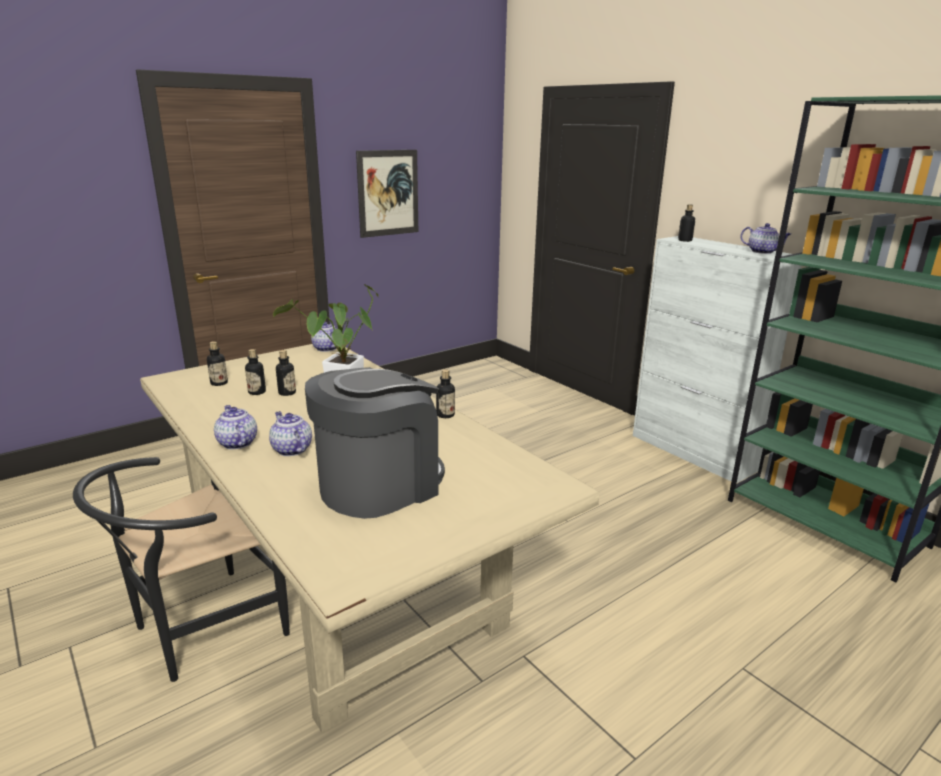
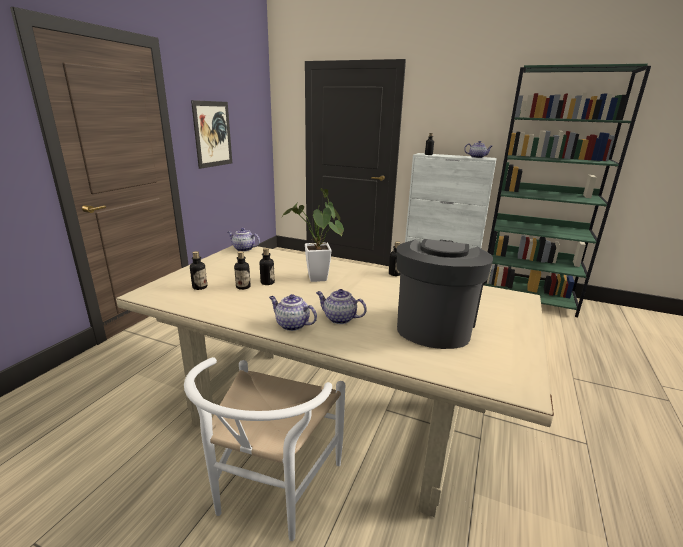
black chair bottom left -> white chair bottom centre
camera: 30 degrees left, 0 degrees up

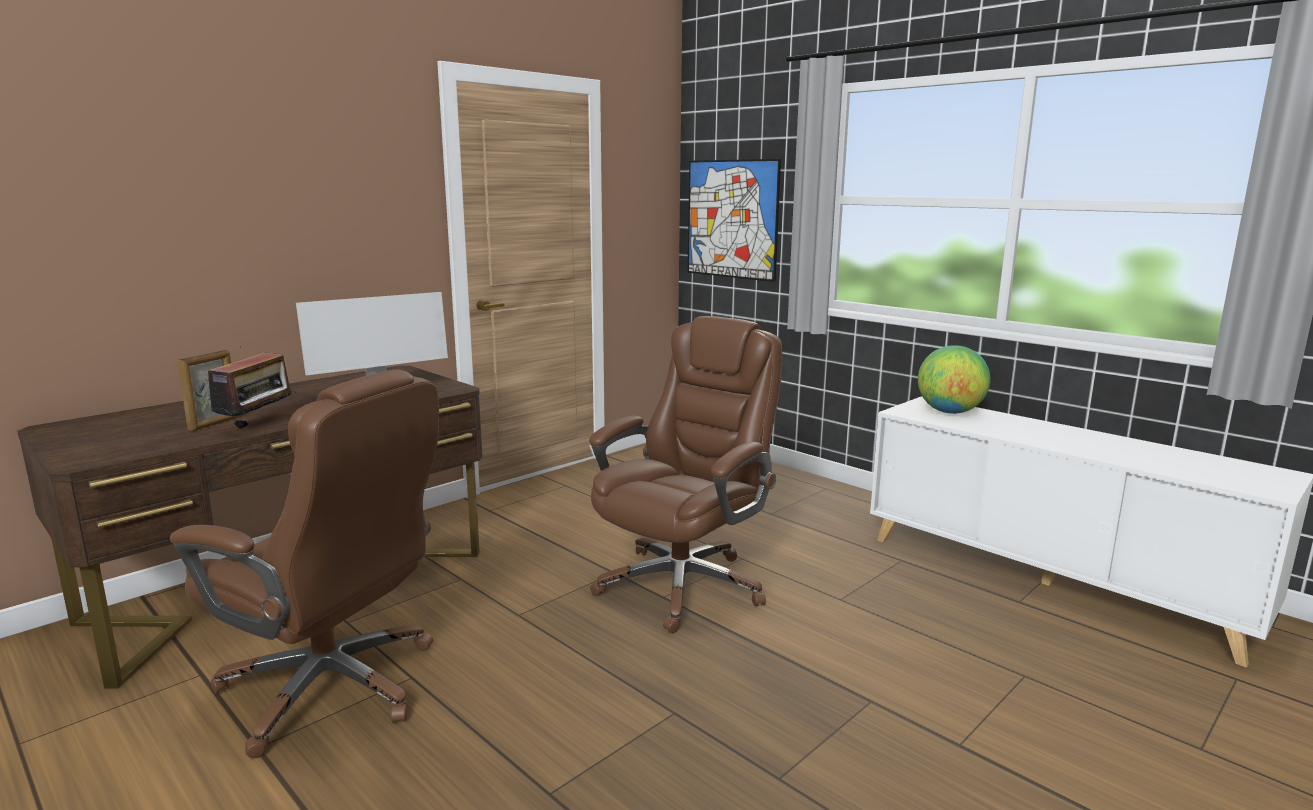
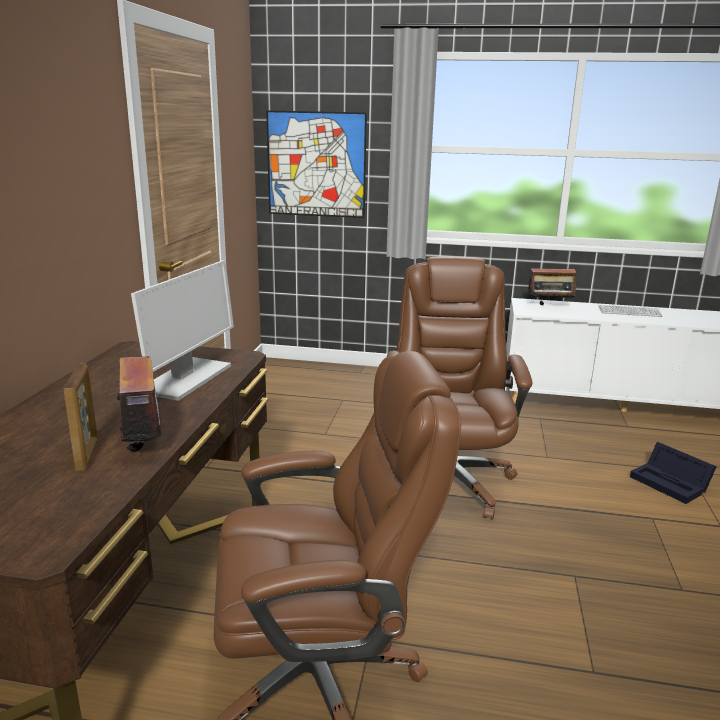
none -> keyboard middle right
none -> black storage box middle right
globe middle right -> radio (no. 2 from left) middle right
camera: 35 degrees left, 5 degrees up

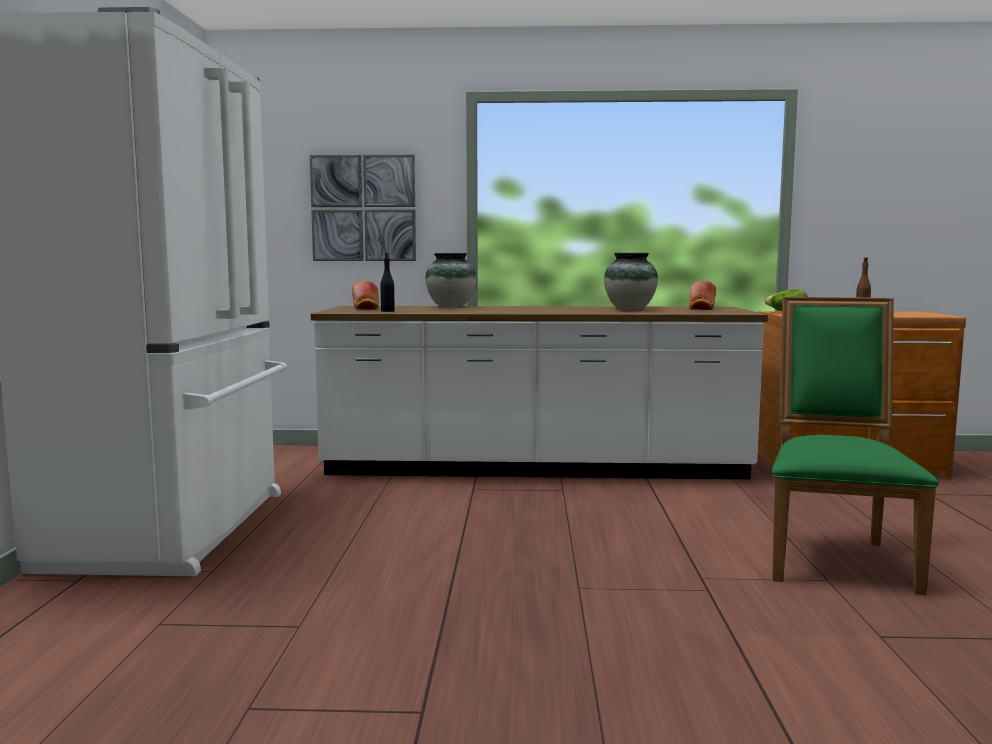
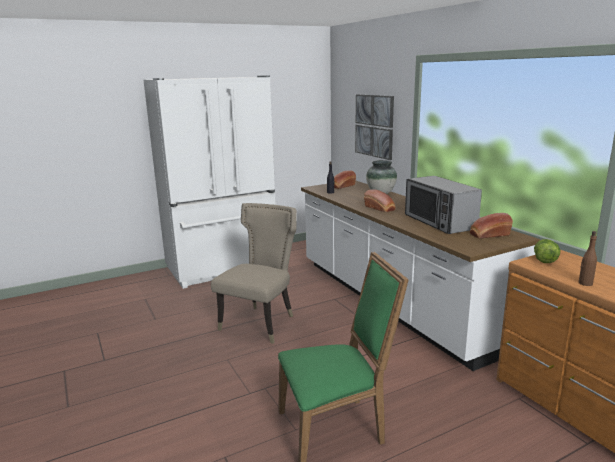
none -> beige chair centre
none -> bread (no. 2 from left) centre
vase (no. 2 from left) centre -> microwave middle right
camera: 60 degrees right, 10 degrees up

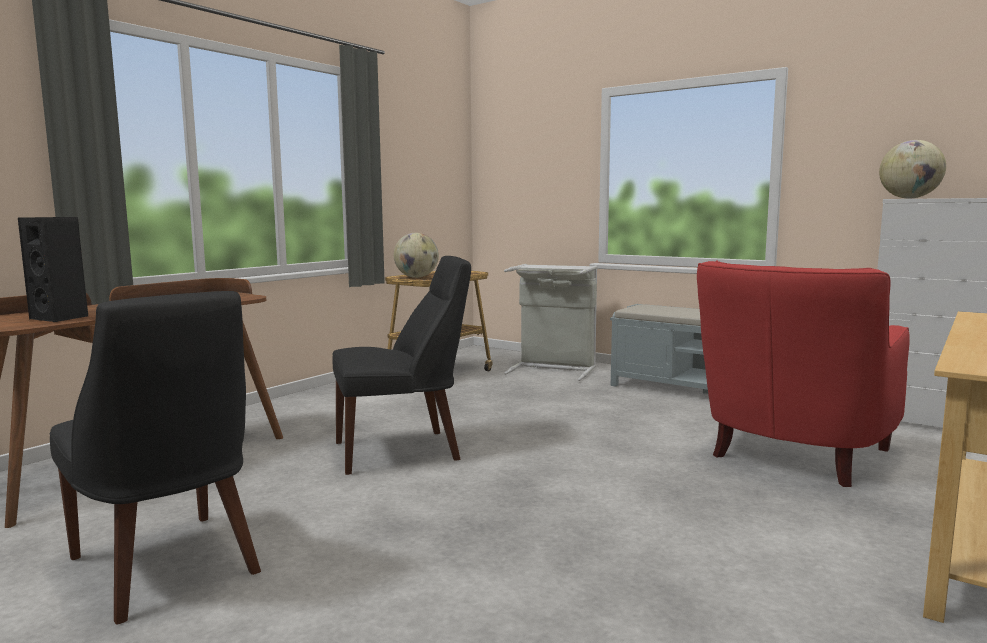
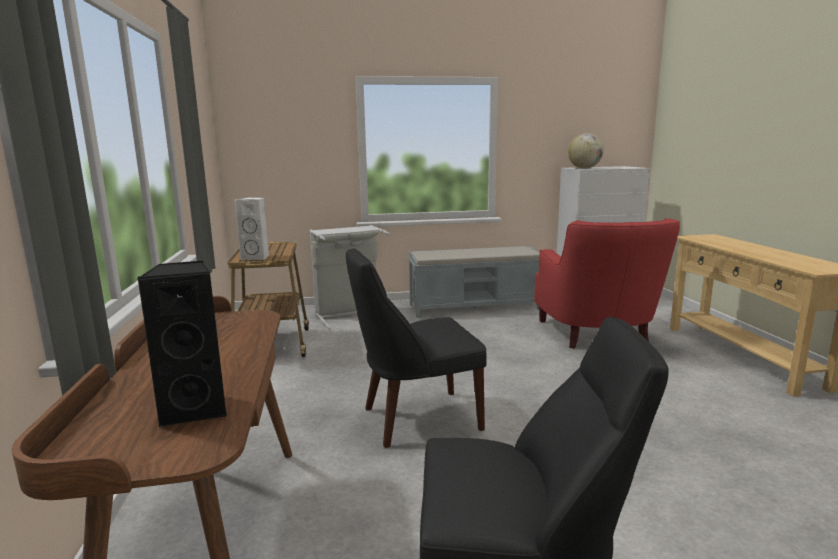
globe (no. 1 from left) centre -> white speaker middle left
black chair (no. 2 from left in the first image) centre -> black chair (no. 1 from left) centre, 135 degrees counterclockwise
camera: 45 degrees left, 5 degrees up

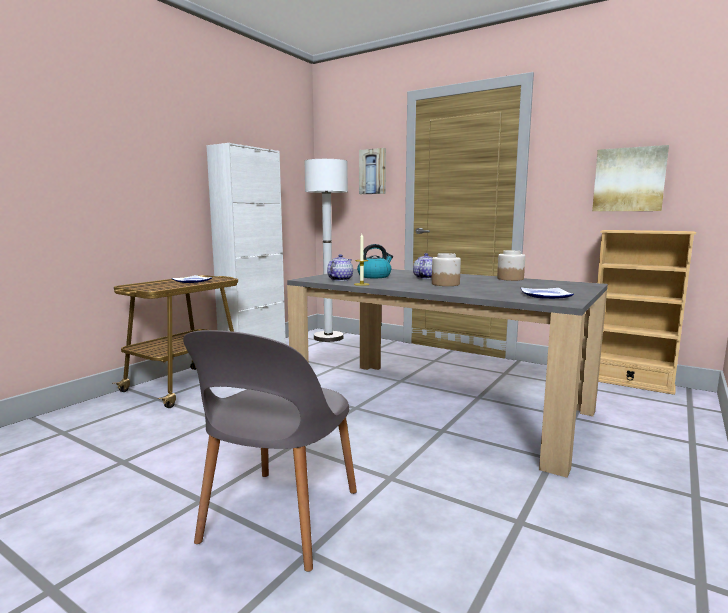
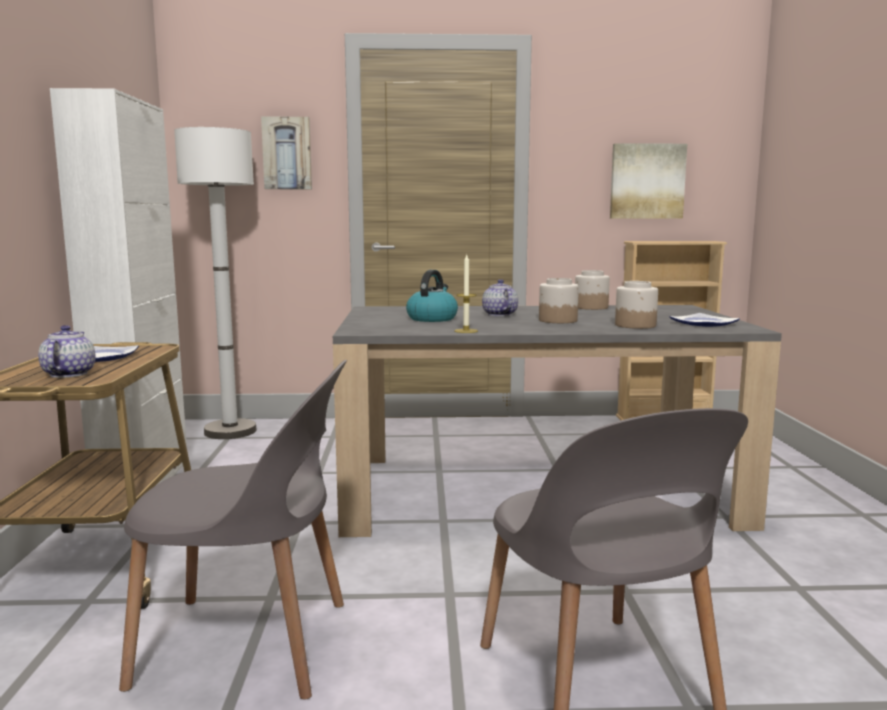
none -> grey chair (no. 1 from left) bottom left
none -> jar (no. 3 from left) middle right
teapot (no. 1 from left) centre -> teapot (no. 1 from left) middle left, shifted
camera: 35 degrees left, 0 degrees up

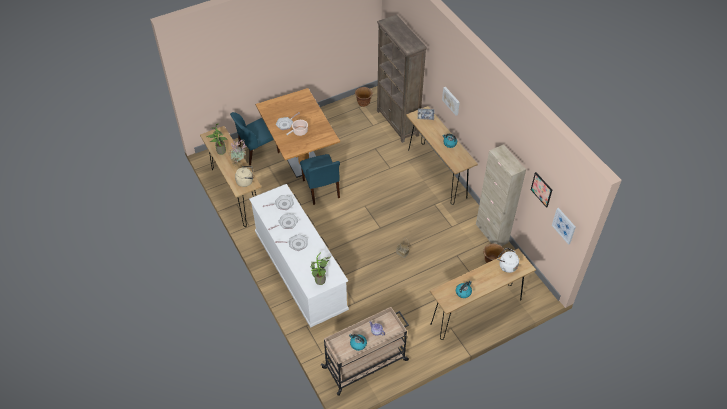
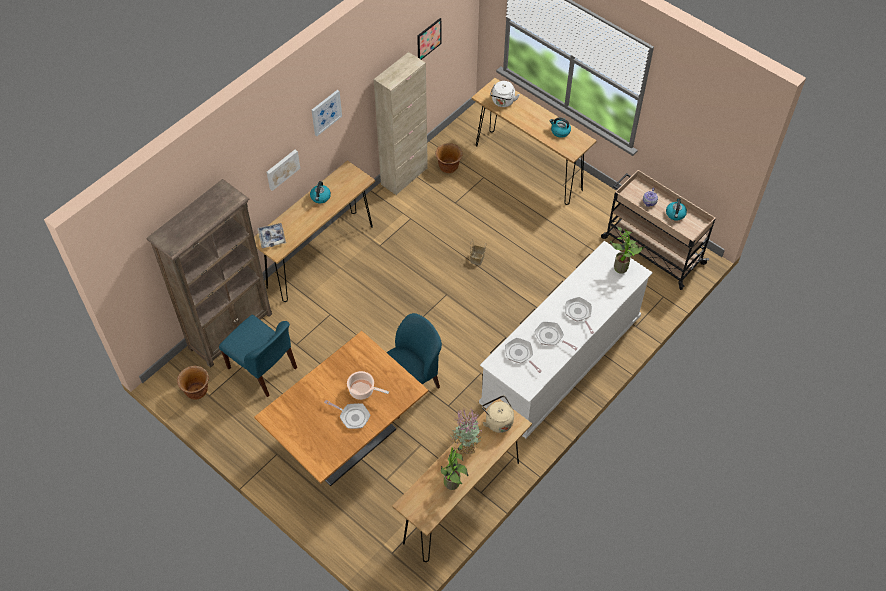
blue chair (no. 1 from left) centre -> blue chair (no. 1 from left) middle left, shifted
picture (no. 3 from left in the first image) middle right -> picture (no. 2 from left) top centre, shifted
camera: 110 degrees left, 5 degrees up

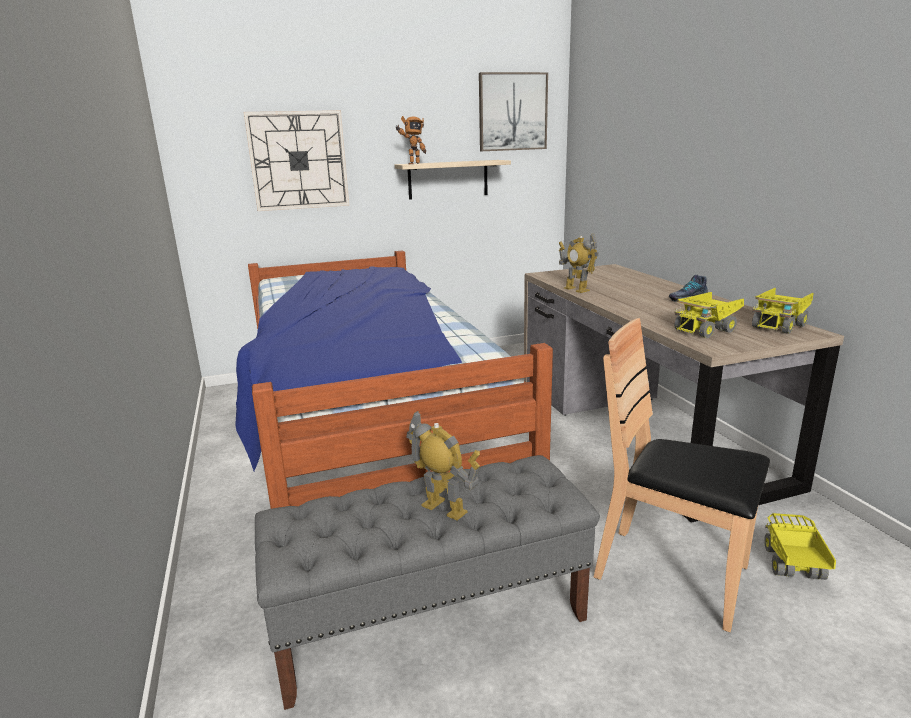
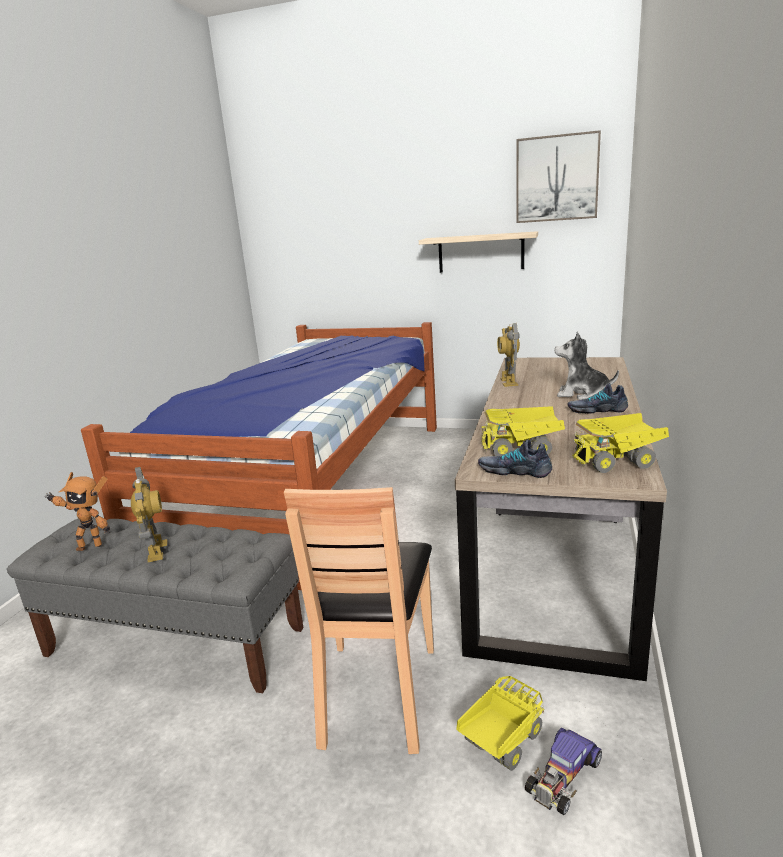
wall clock top left -> none
none -> shoe (no. 1 from left) centre
none -> toy car bottom right
none -> plush toy middle right
toy robot (no. 1 from left) top centre -> toy robot (no. 1 from left) middle left, shifted
brown chair middle right -> brown chair bottom centre, 150 degrees counterclockwise
camera: 35 degrees right, 0 degrees up

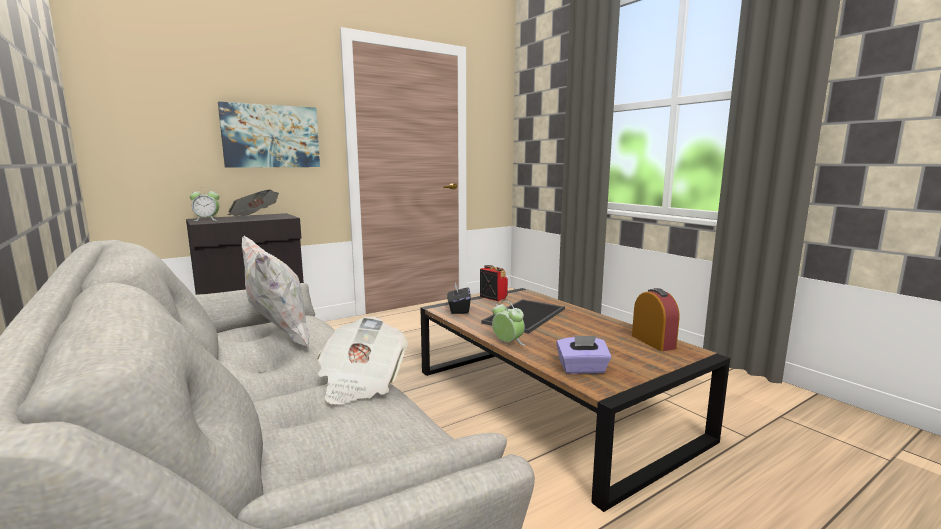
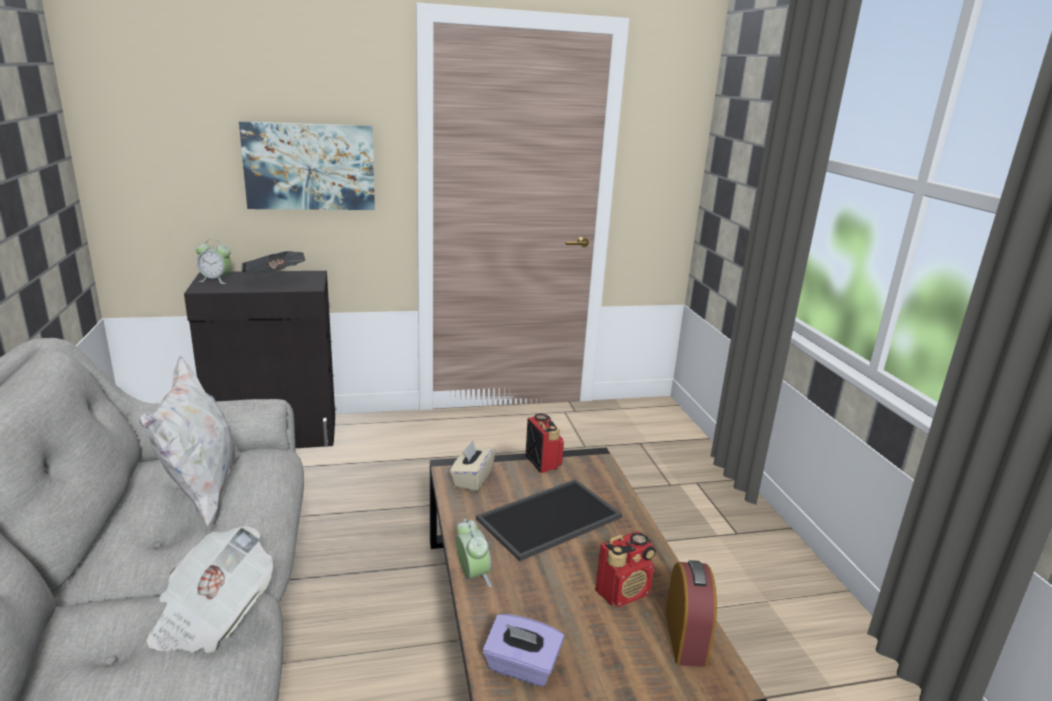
none -> radio (no. 2 from left) bottom centre
black tissue box centre -> beige tissue box centre
camera: 20 degrees right, 10 degrees up

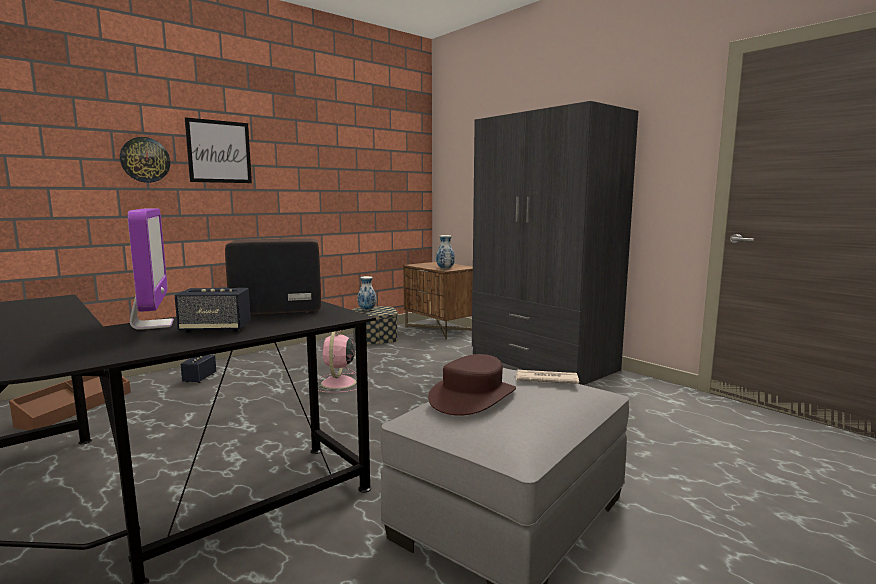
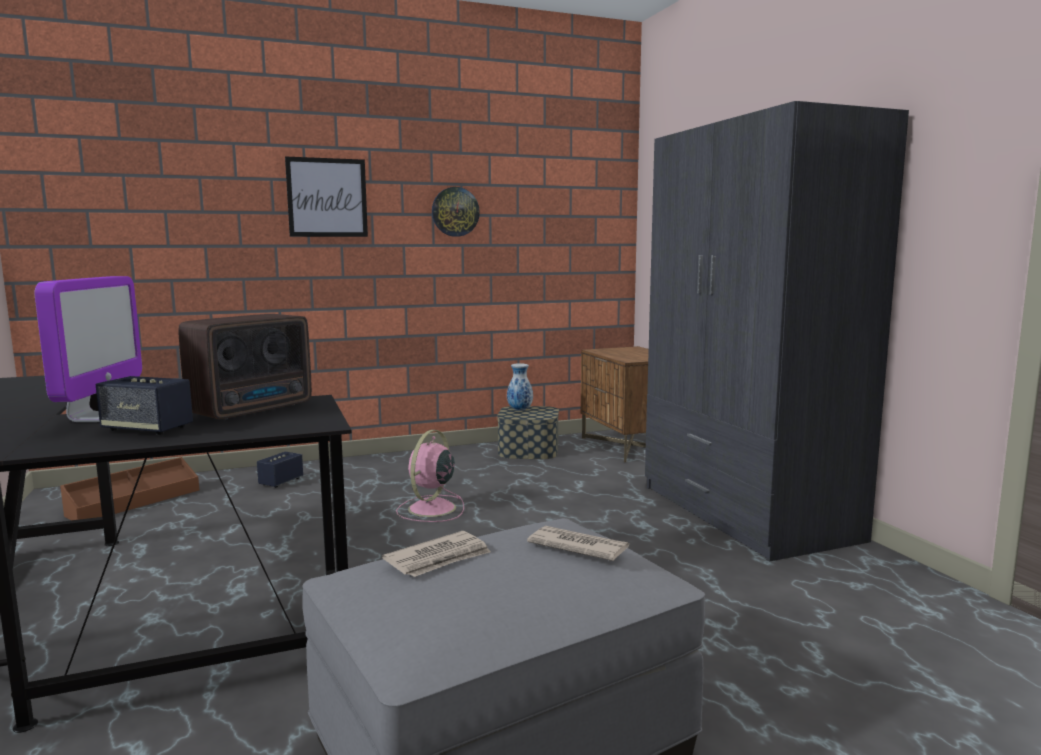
vase (no. 2 from left) centre -> none
wall clock top left -> wall clock top centre, shifted
brown hat centre -> newspaper (no. 1 from left) bottom centre
radio middle left, 120 degrees clockwise
camera: 20 degrees right, 0 degrees up

